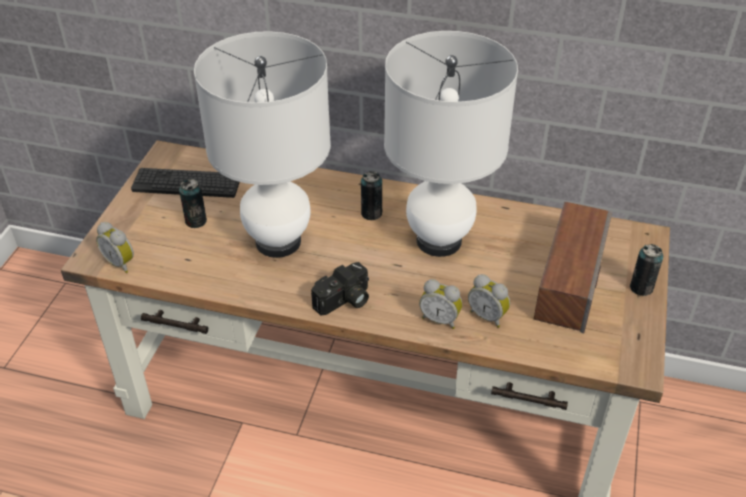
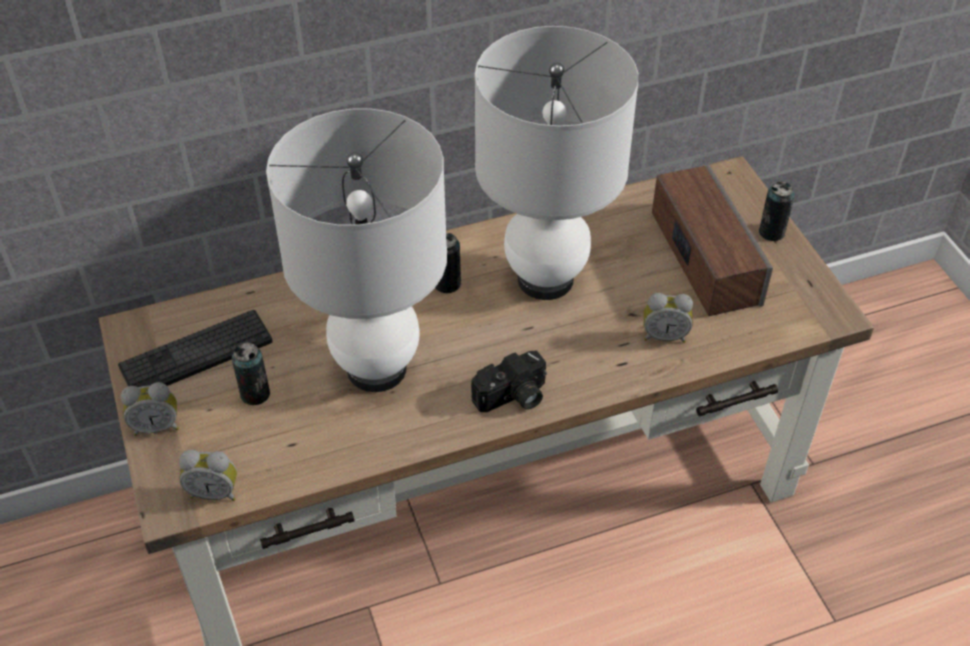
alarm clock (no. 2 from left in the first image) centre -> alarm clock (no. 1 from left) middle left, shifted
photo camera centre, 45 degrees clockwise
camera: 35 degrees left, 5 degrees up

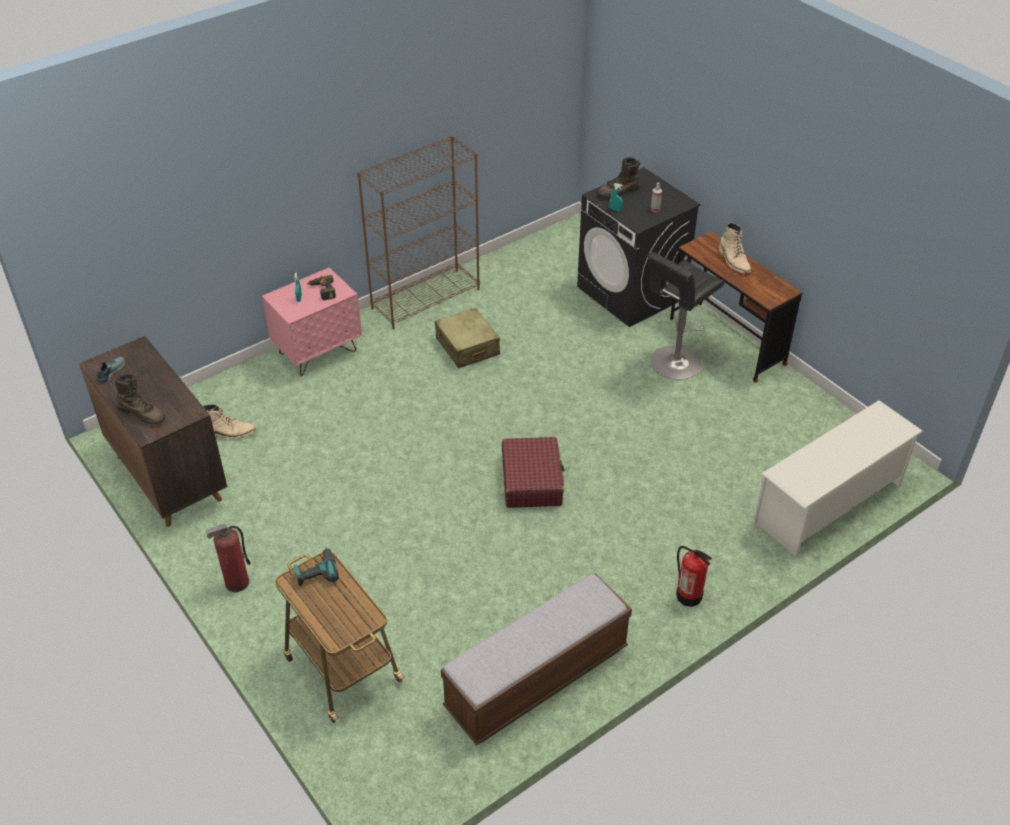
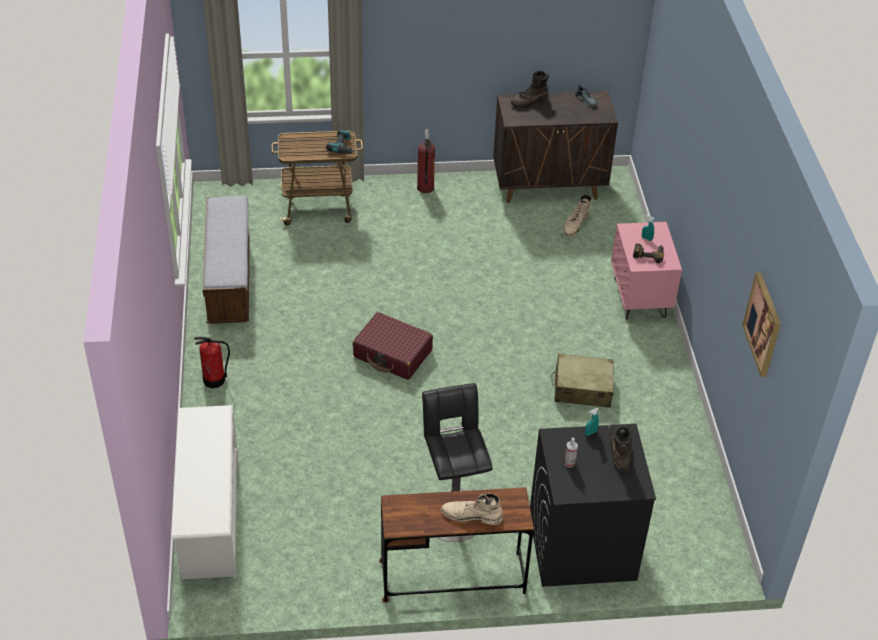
brown bookcase top centre -> none
none -> picture middle right
camera: 120 degrees right, 0 degrees up

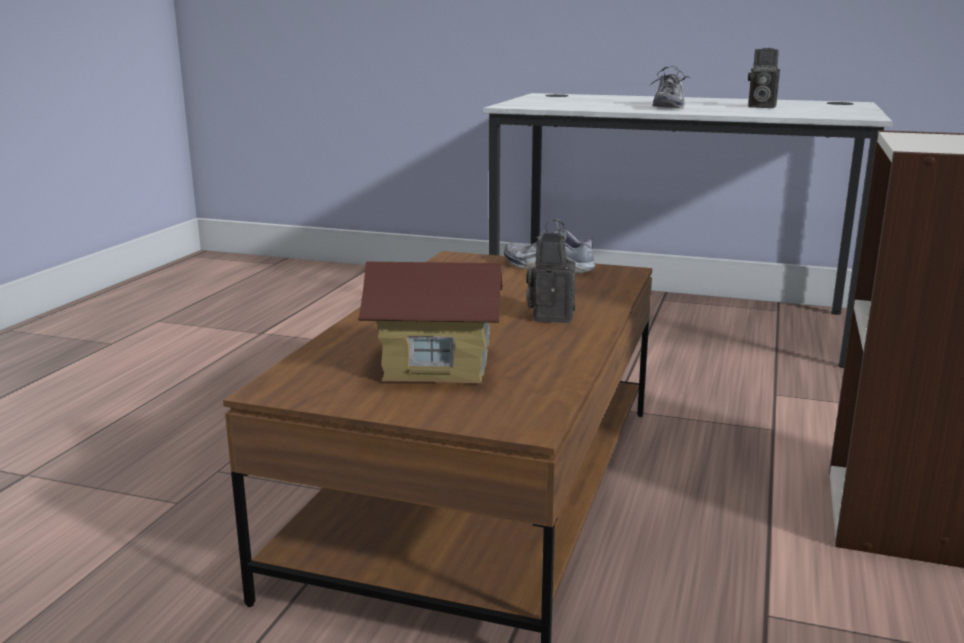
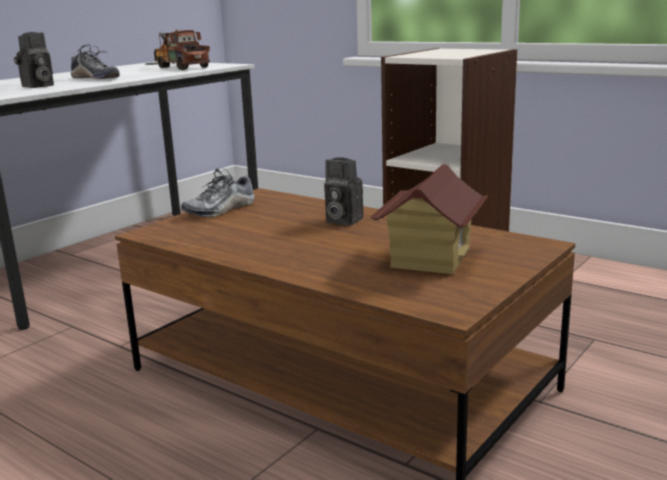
none -> toy truck top left
photo camera (no. 2 from left in the first image) top right -> photo camera (no. 1 from left) top left, shifted
camera: 70 degrees left, 0 degrees up

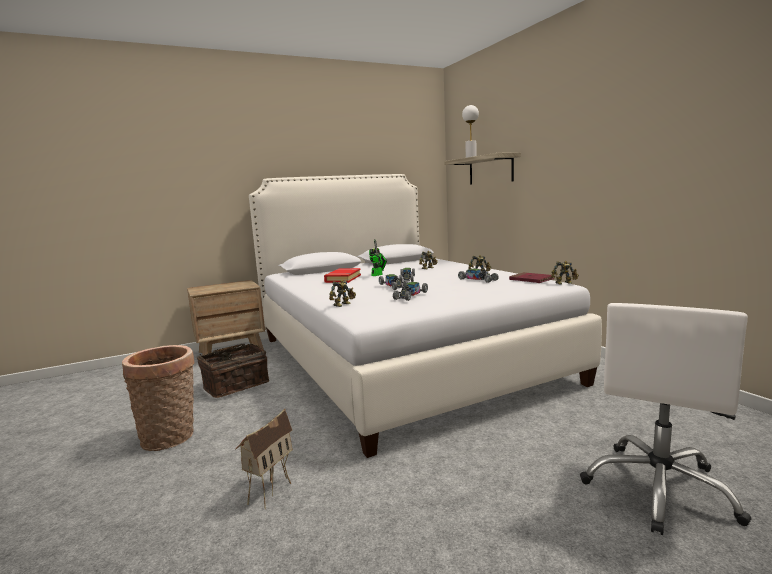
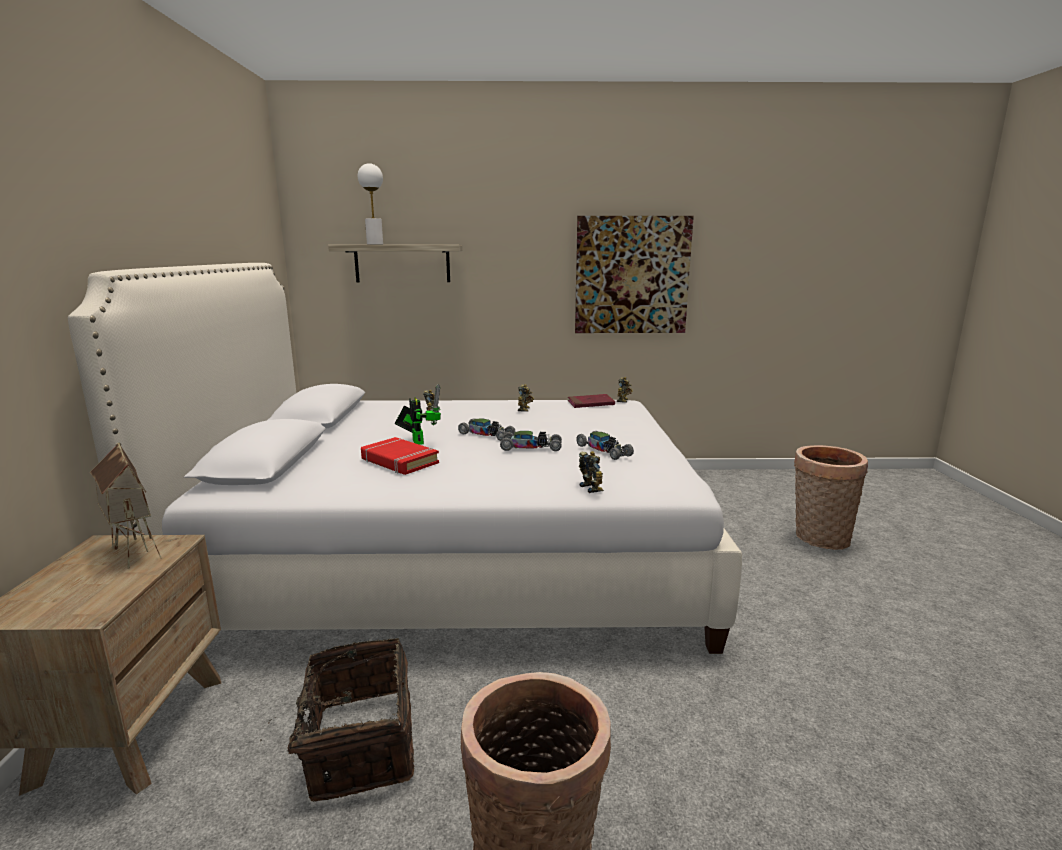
toy car (no. 4 from left) centre -> none
none -> picture top centre
toy house bottom centre -> toy house middle left, shifted
white office chair bottom right -> basket (no. 3 from left) middle right
camera: 65 degrees left, 5 degrees up

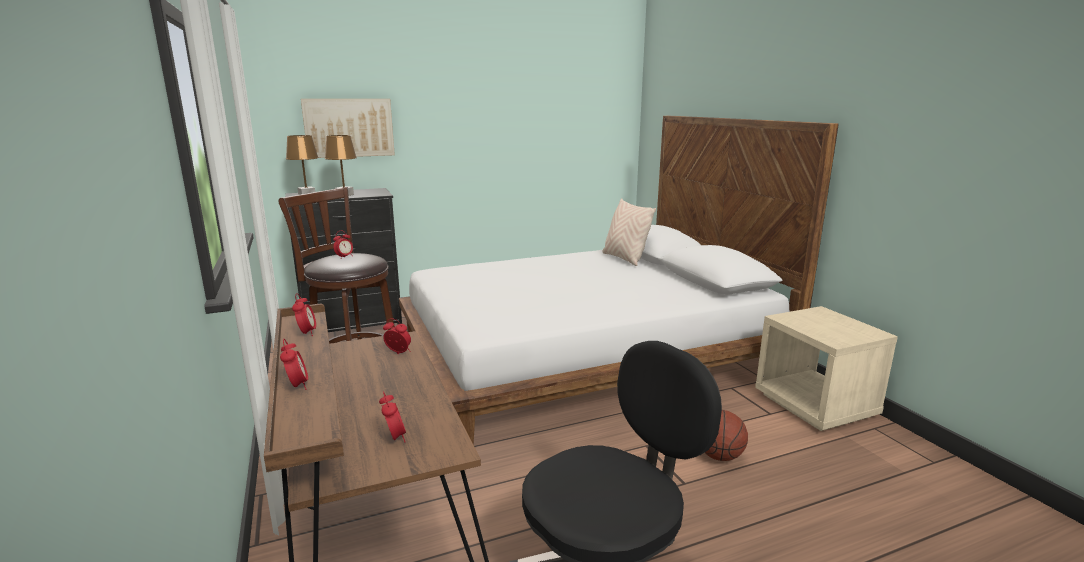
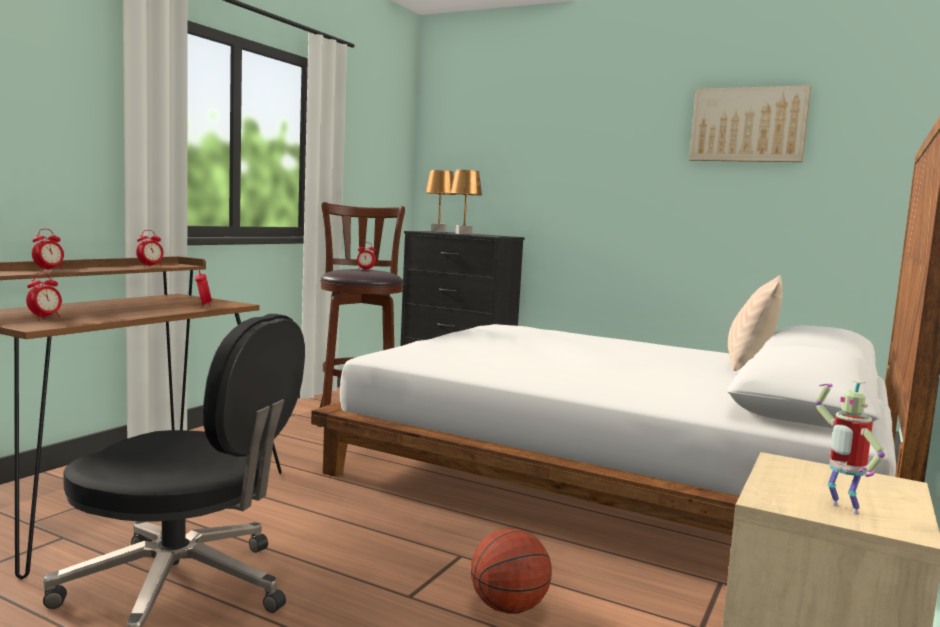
none -> toy robot bottom right
picture top left -> picture top right, shifted
camera: 50 degrees right, 10 degrees down

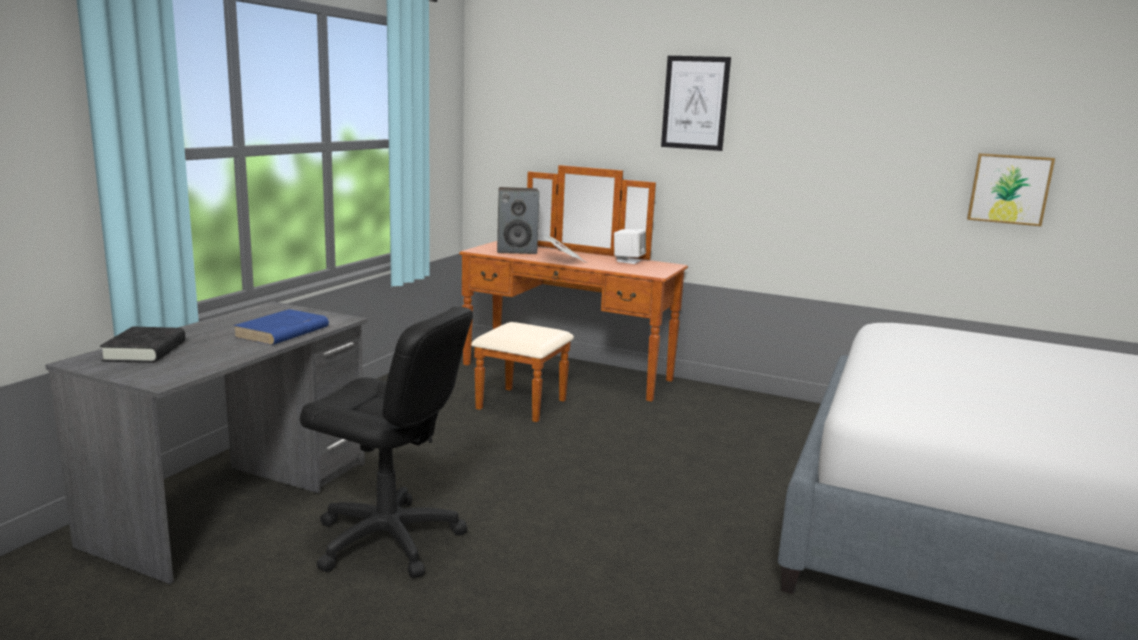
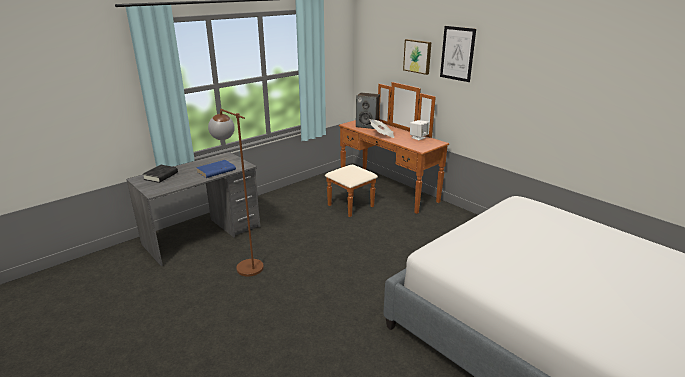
picture (no. 2 from left in the first image) top right -> picture (no. 1 from left) top centre, shifted
black office chair bottom centre -> brown floor lamp centre
camera: 25 degrees right, 10 degrees up

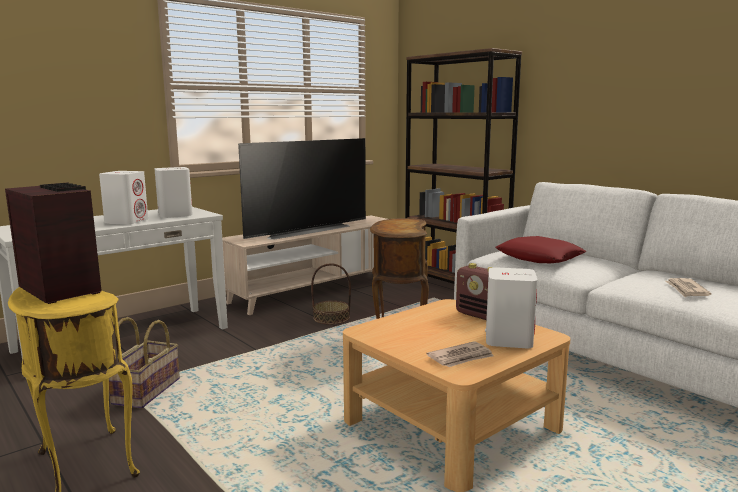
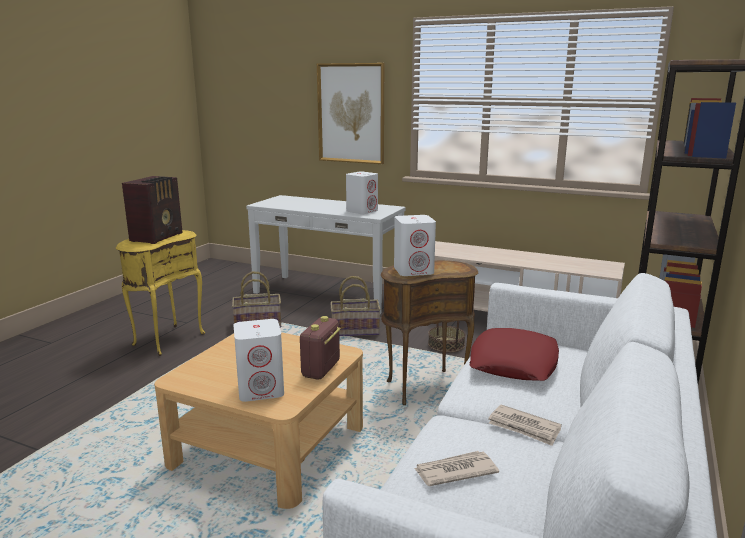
television centre -> none
none -> picture top centre
none -> basket (no. 2 from left) centre
white speaker (no. 1 from left in the first image) middle left -> white speaker (no. 3 from left) centre, shifted
newspaper (no. 1 from left in the first image) bottom centre -> newspaper (no. 2 from left) bottom right, shifted
camera: 65 degrees right, 5 degrees up

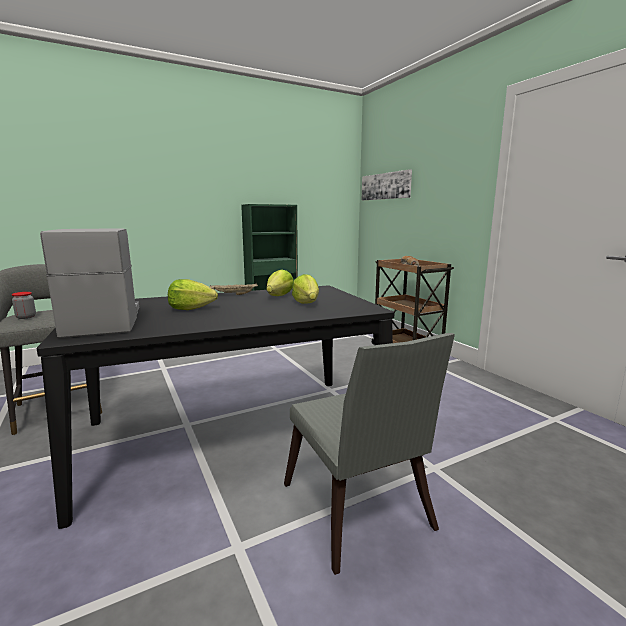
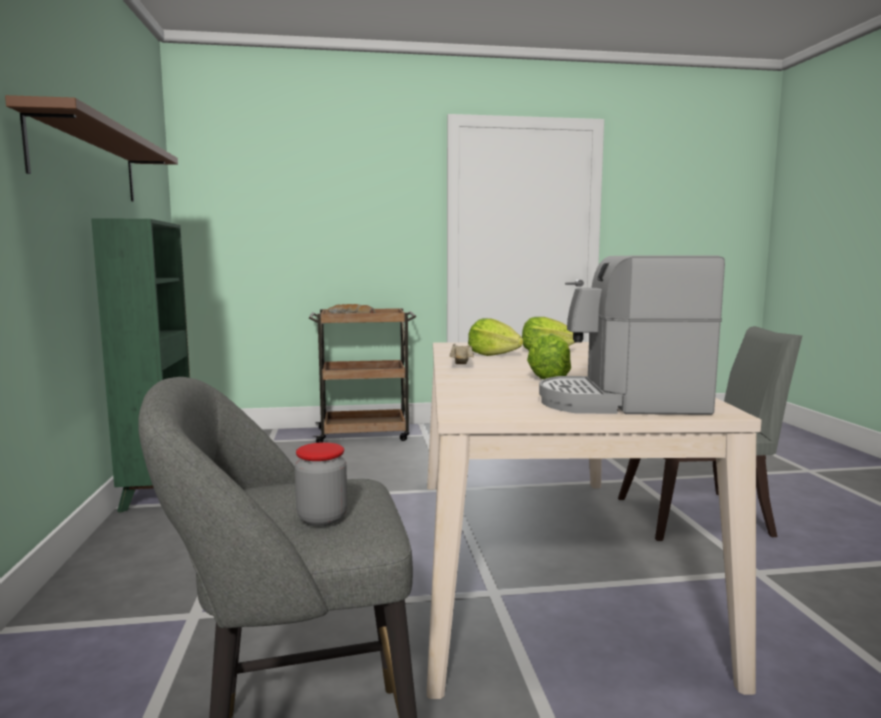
picture top centre -> none
none -> brown shelf top left
black dining table centre -> beige dining table bottom right
camera: 70 degrees left, 5 degrees down

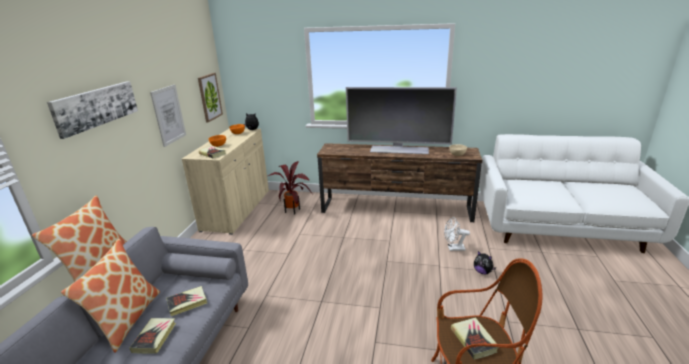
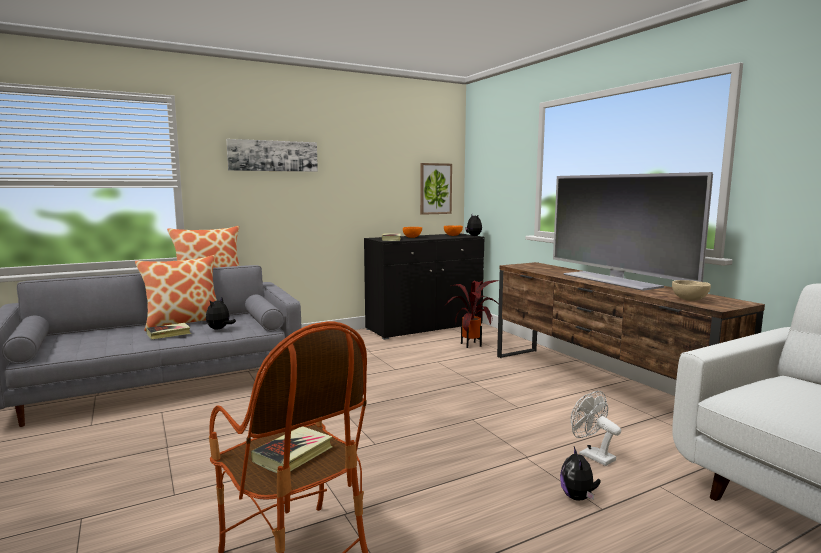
picture (no. 2 from left) top left -> none
book (no. 2 from left) bottom left -> plush toy (no. 1 from left) middle left
beige cabinet middle left -> black cabinet centre
camera: 50 degrees right, 15 degrees down

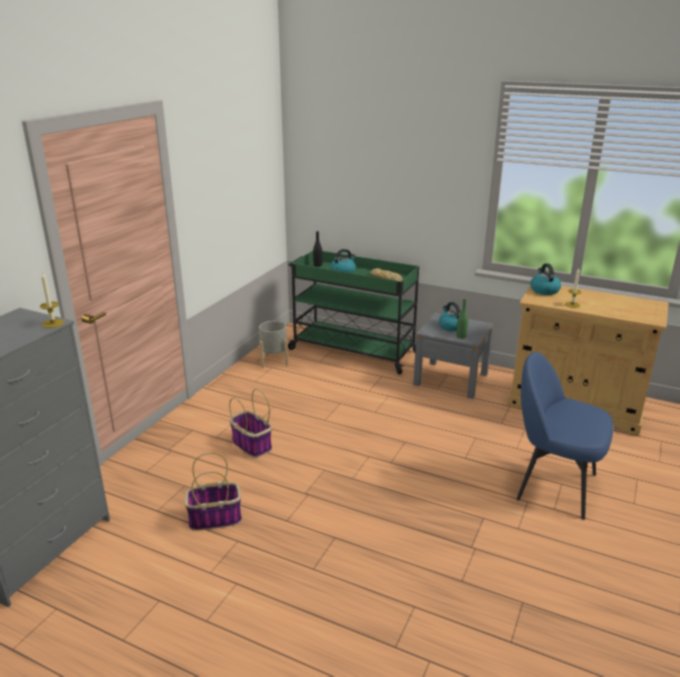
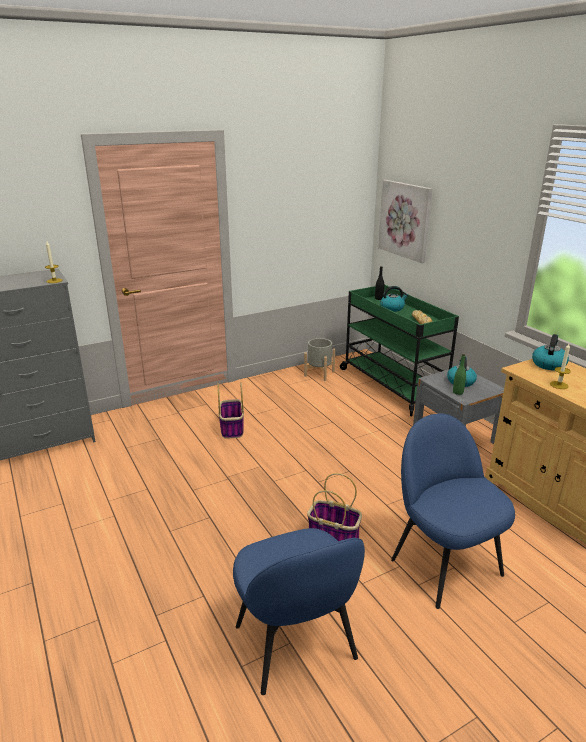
none -> blue chair (no. 1 from left) bottom centre
none -> picture top right
basket (no. 1 from left in the first image) bottom left -> basket (no. 2 from left) bottom centre, shifted
camera: 35 degrees right, 0 degrees up

